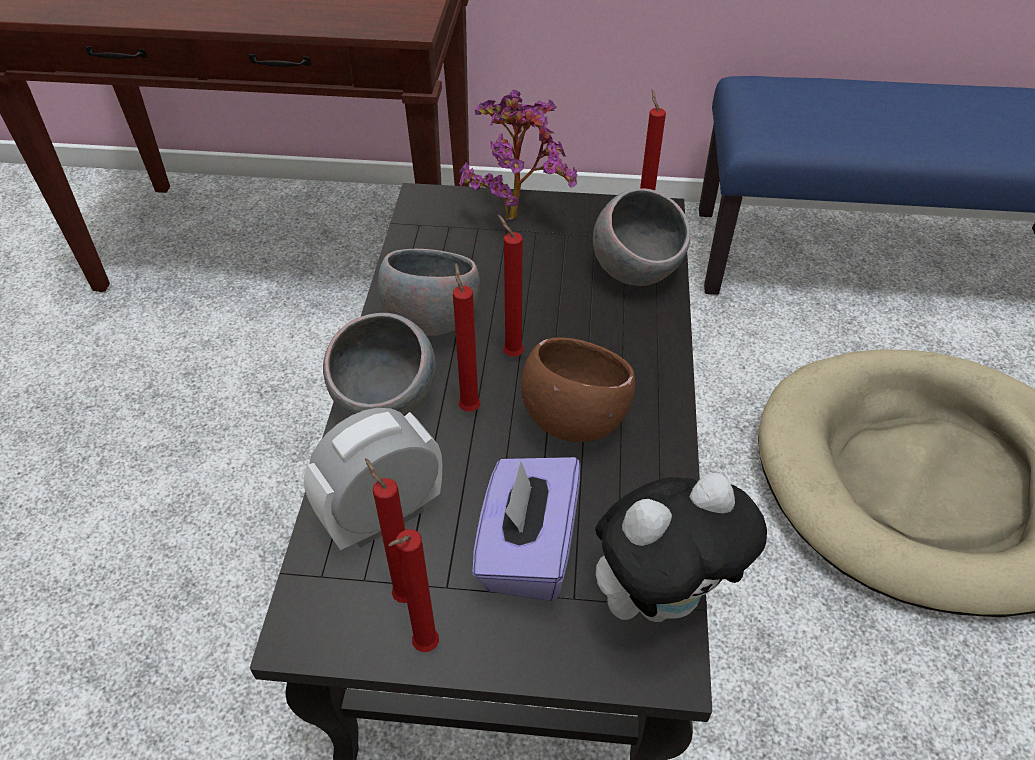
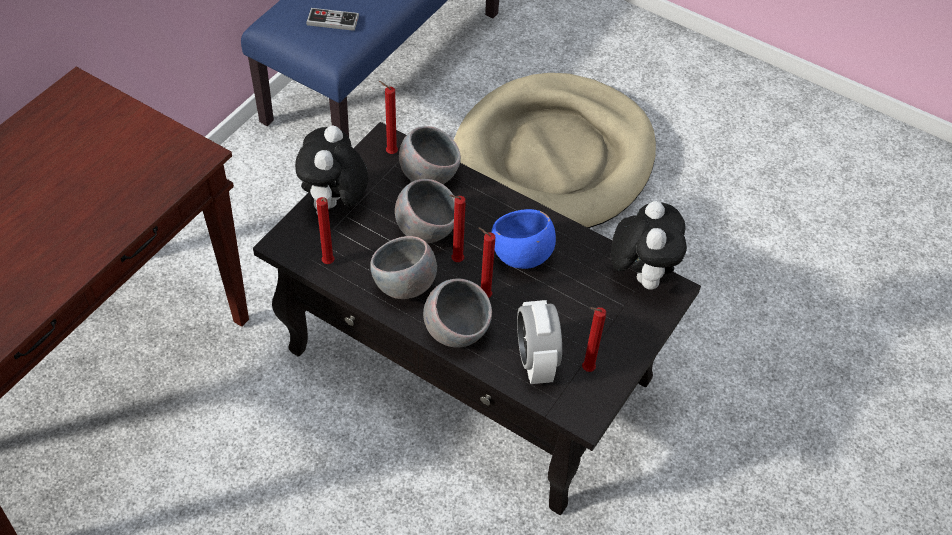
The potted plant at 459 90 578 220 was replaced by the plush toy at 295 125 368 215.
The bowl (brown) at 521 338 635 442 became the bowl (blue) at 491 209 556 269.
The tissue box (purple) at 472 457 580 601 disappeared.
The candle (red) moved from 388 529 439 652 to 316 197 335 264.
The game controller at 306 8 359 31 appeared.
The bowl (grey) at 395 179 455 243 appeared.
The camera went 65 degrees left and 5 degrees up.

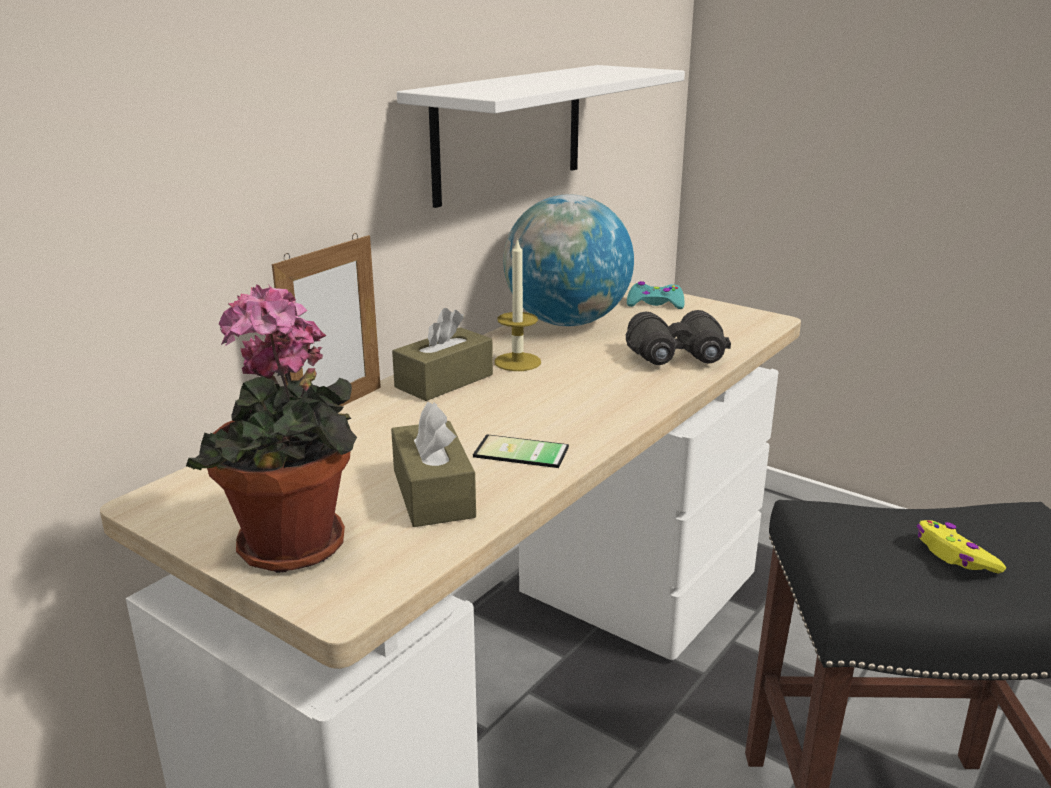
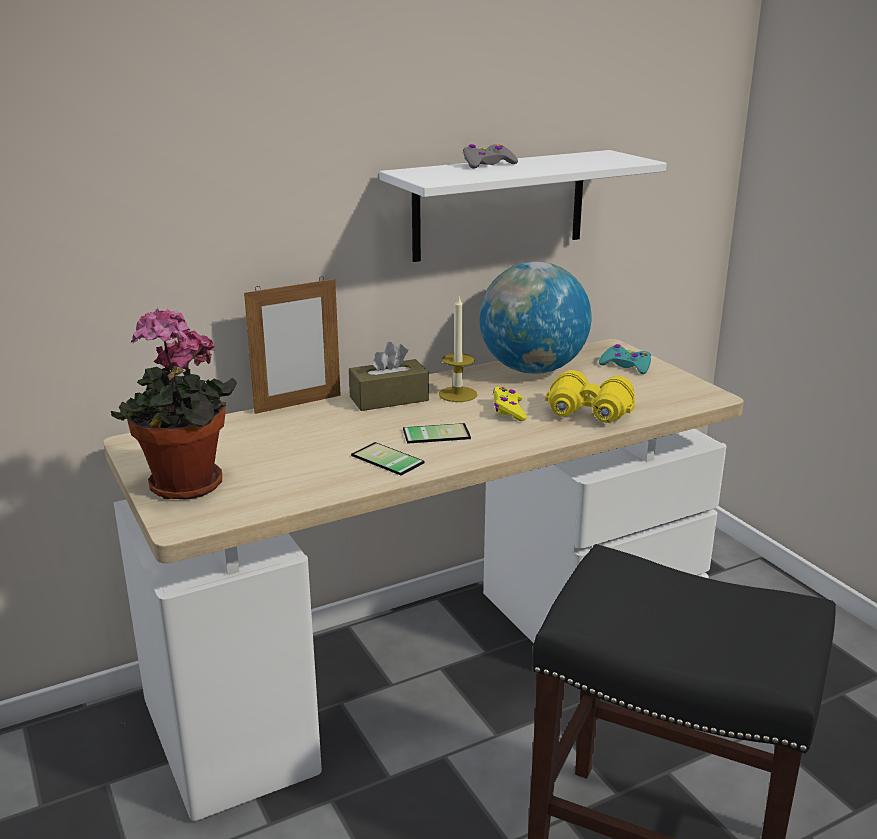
The binoculars (black) at 626 310 731 365 became the binoculars (yellow) at 545 370 635 423.
The tissue box (brown) at 391 402 476 527 disappeared.
The game controller (yellow) moved from 917 520 1006 574 to 493 387 527 421.
The game controller (grey) at 463 144 518 169 appeared.
The phone at 403 423 471 444 appeared.
The camera went 25 degrees right and 0 degrees up.

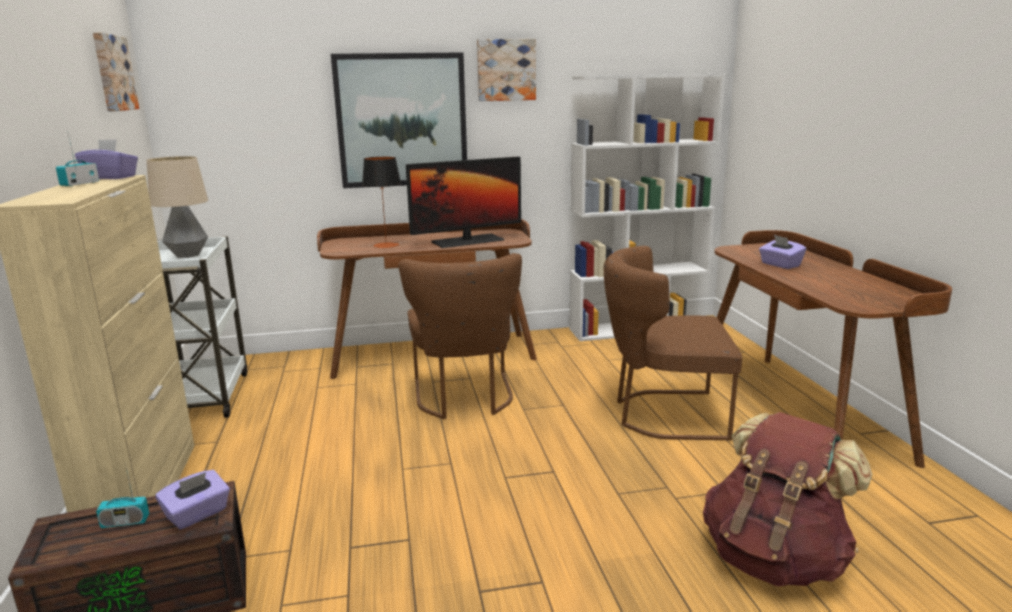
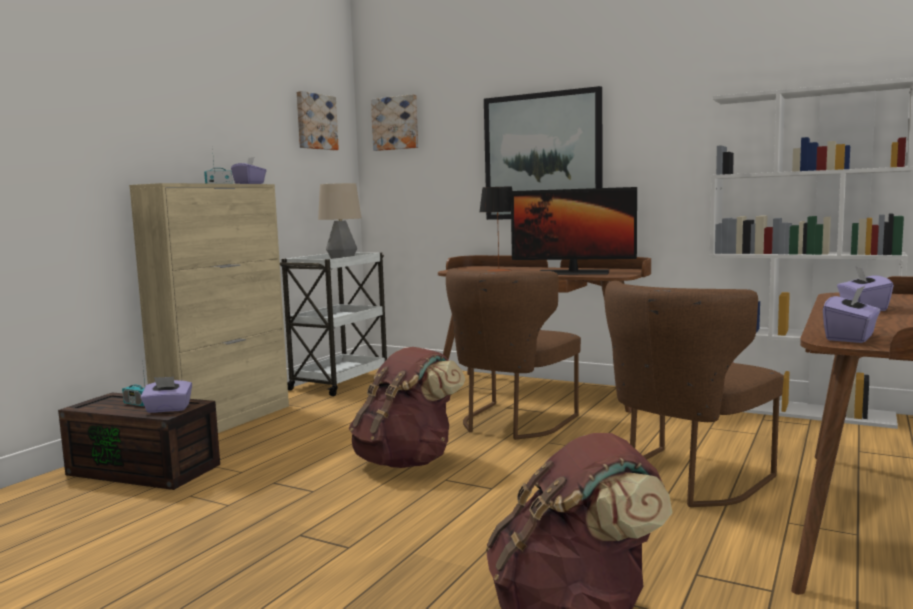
The picture moved from 477 39 536 101 to 371 94 418 151.
The chair (brown) at 604 246 742 440 turned 90 degrees counterclockwise.
The tissue box (purple) at 823 286 880 343 appeared.
The backpack (brown) at 349 347 465 468 appeared.
The camera went 40 degrees right and 10 degrees down.

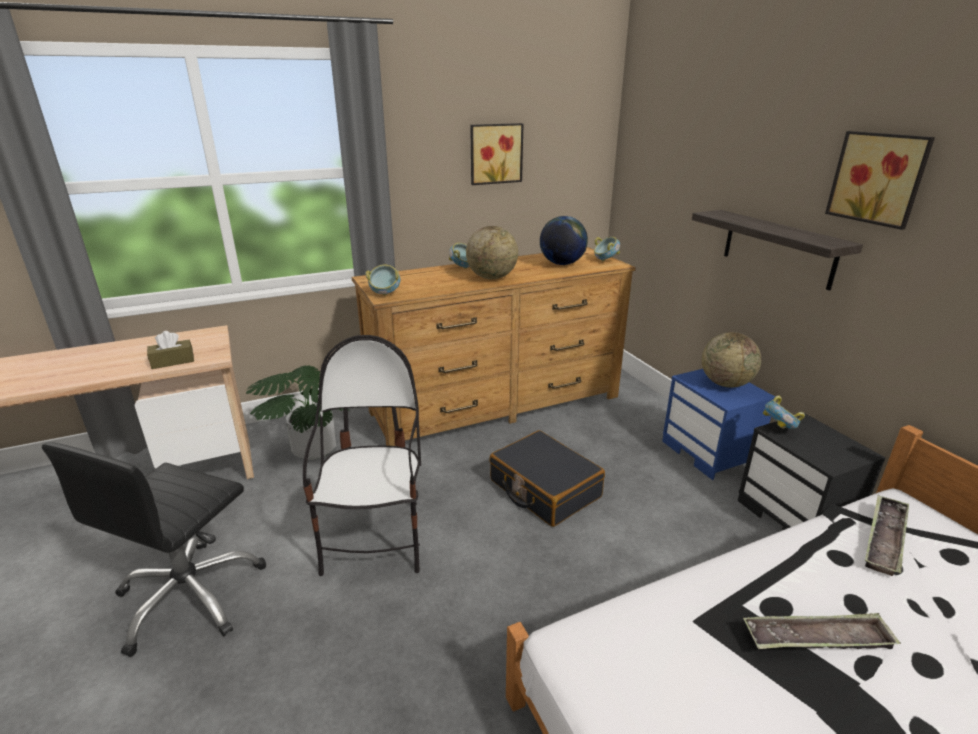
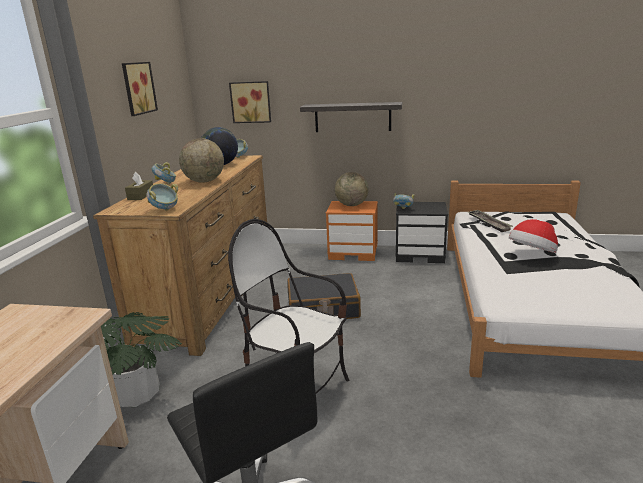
The picture moved from 825 131 935 230 to 229 81 271 123.
The tissue box (brown) moved from 147 331 194 369 to 125 172 153 200.
The nightstand (blue) at 662 369 775 480 became the nightstand (orange) at 326 201 378 261.
The tray at 743 613 901 649 was replaced by the hat at 509 219 558 253.
The camera went 55 degrees left and 5 degrees down.

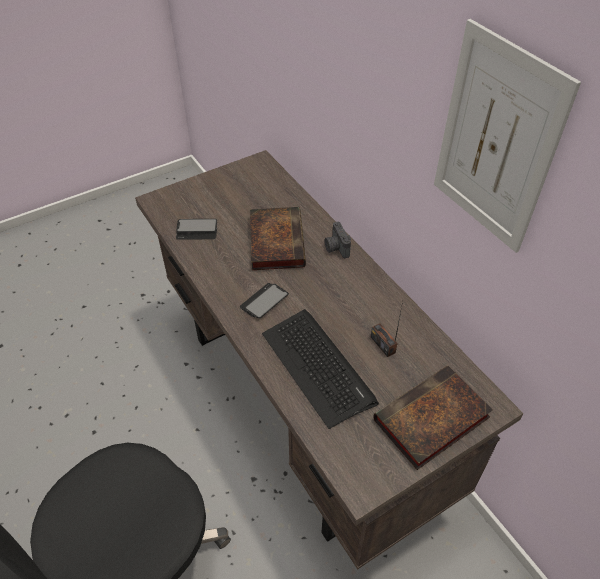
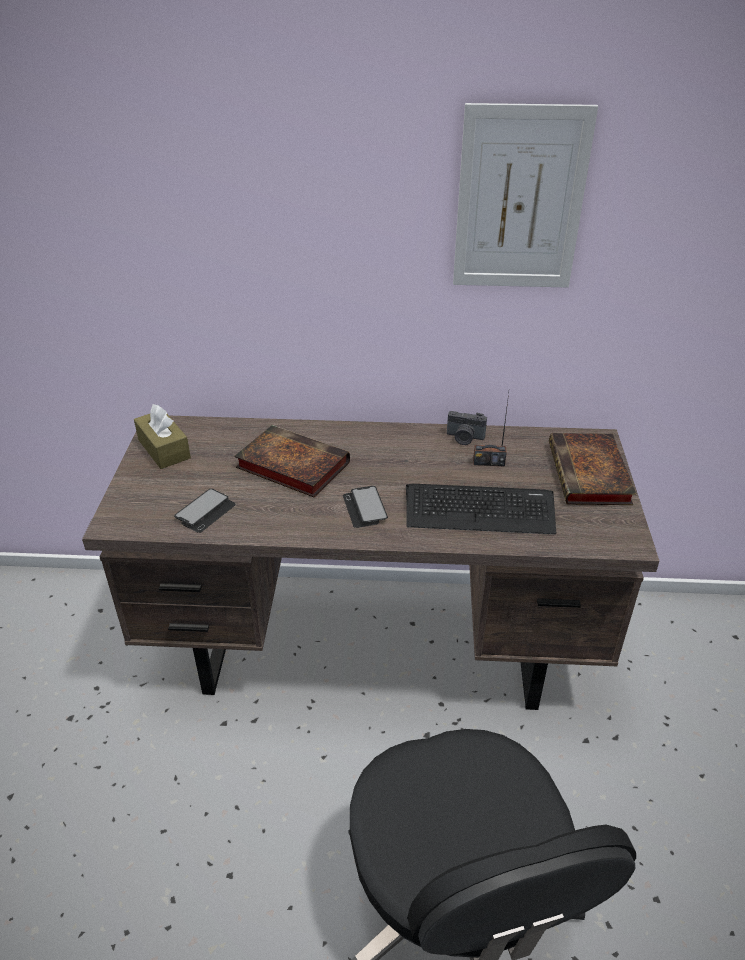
The photo camera moved from 325 222 351 258 to 447 411 487 445.
The tissue box (brown) at 134 404 191 469 appeared.
The camera went 55 degrees left and 10 degrees down.

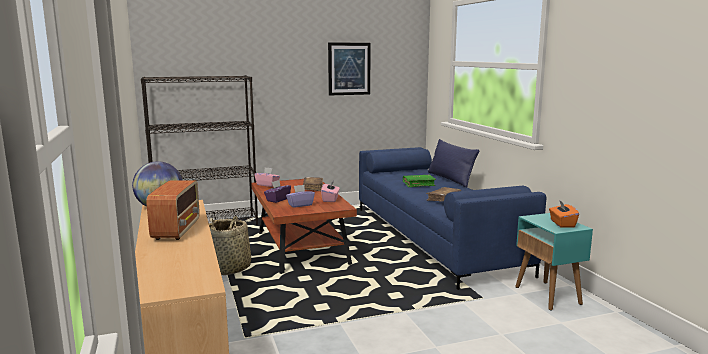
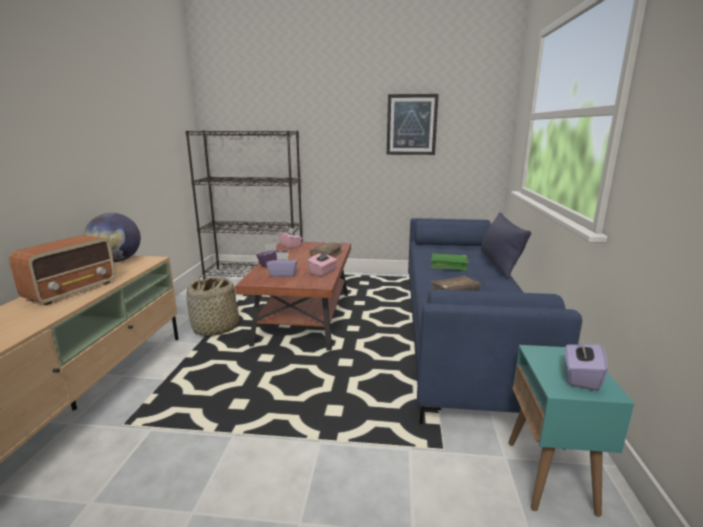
The tissue box (orange) at 549 201 579 227 became the tissue box (purple) at 565 337 608 391.
The camera went 25 degrees right and 5 degrees up.

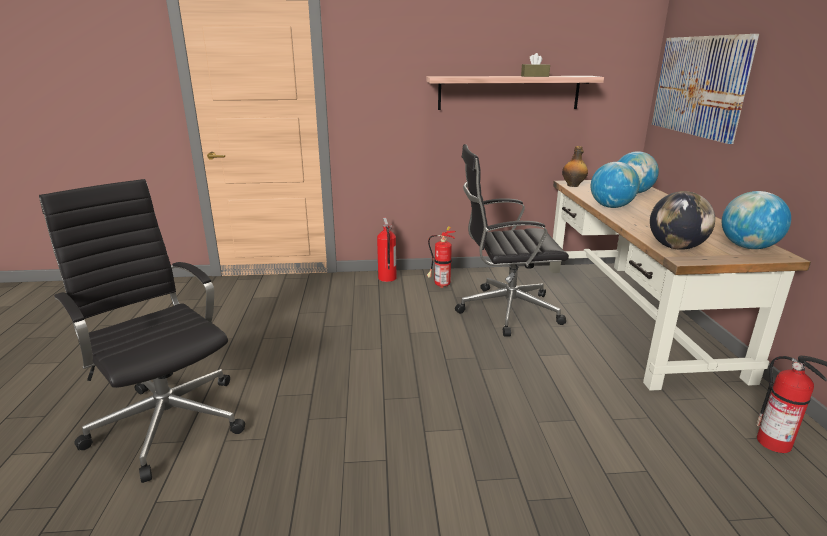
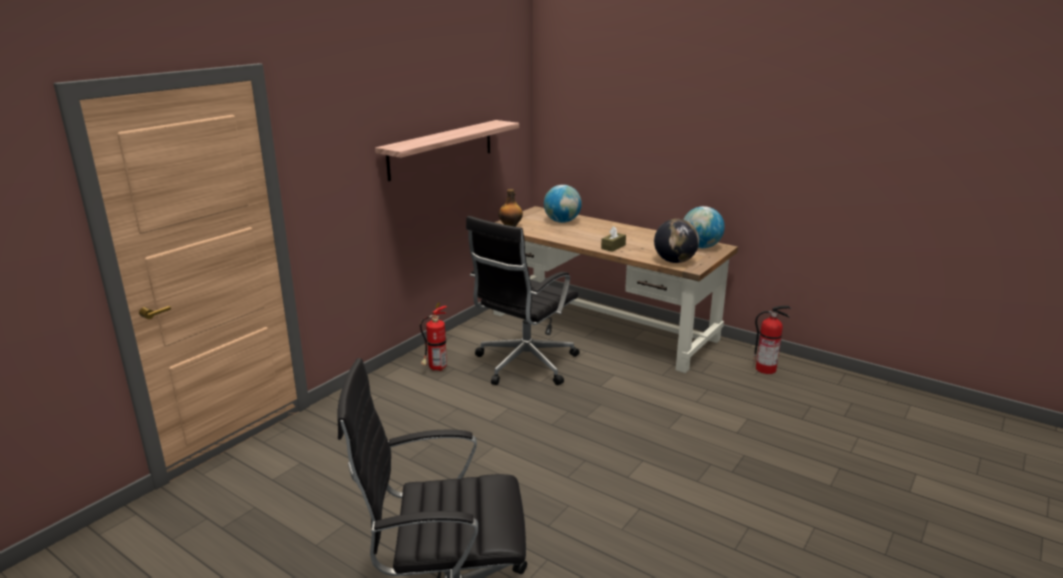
The picture at 652 34 759 144 disappeared.
The tissue box (brown) moved from 521 53 550 77 to 601 226 626 252.
The globe at 591 162 640 208 disappeared.
The fire extinguisher at 377 217 397 282 disappeared.
The camera went 50 degrees left and 0 degrees up.

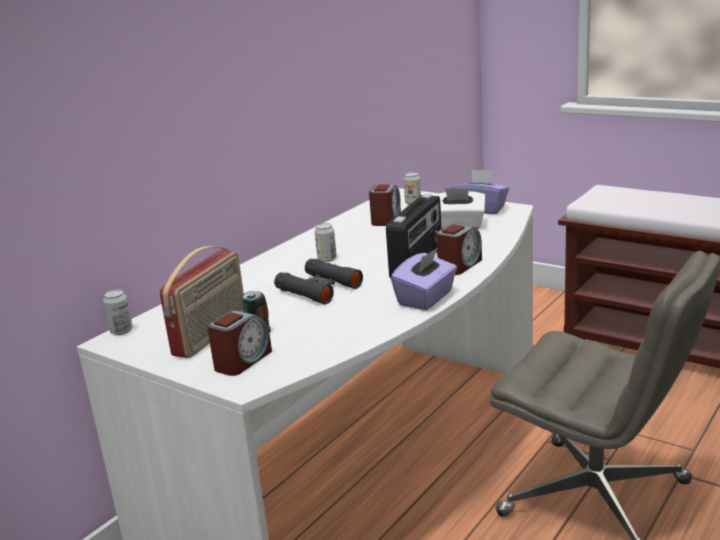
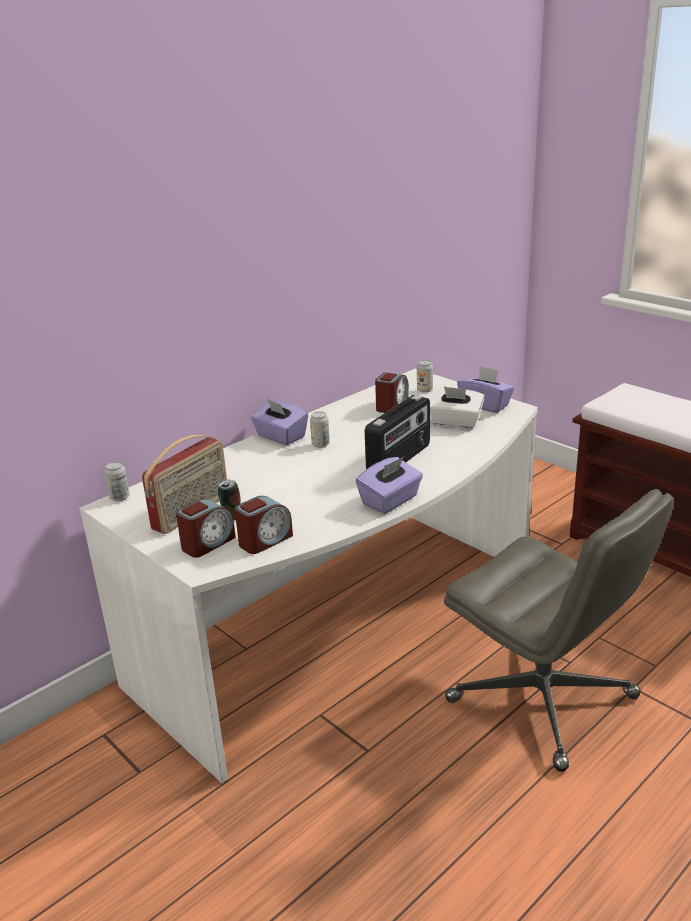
The alarm clock moved from 436 224 482 275 to 235 496 293 554.
The binoculars (black) at 274 259 363 304 disappeared.
The tissue box (purple) at 251 398 308 445 appeared.
The camera went 10 degrees right and 5 degrees up.

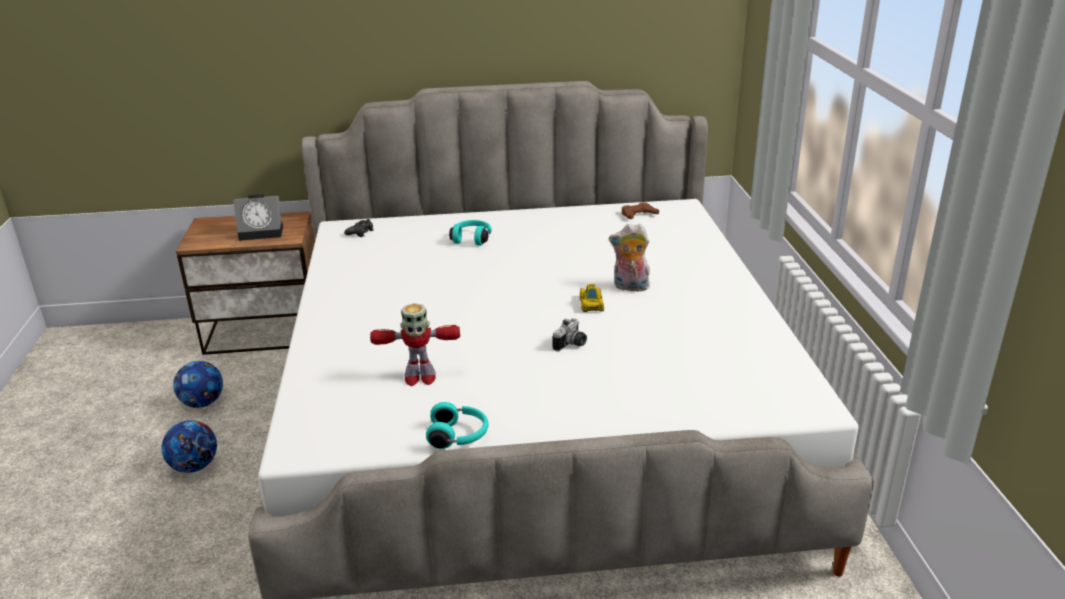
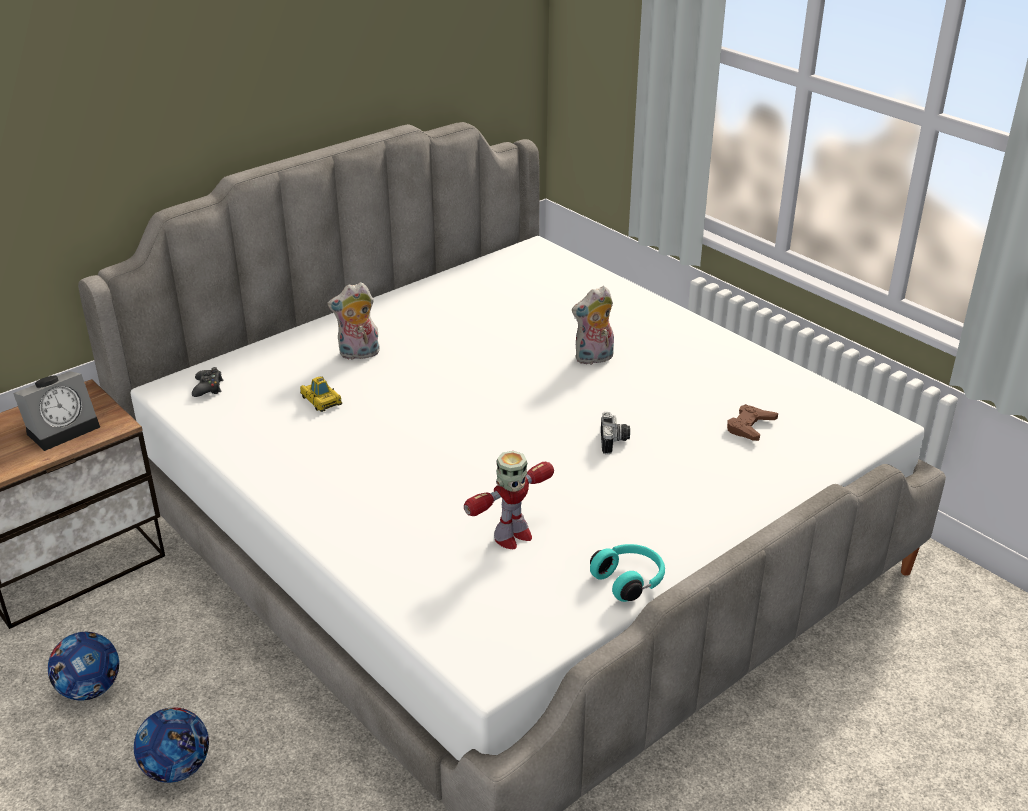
The game controller (brown) moved from 622 202 659 219 to 727 404 778 441.
The headphones (turquoise) at 449 220 492 246 was replaced by the plush toy at 327 282 380 360.
The toy car moved from 580 284 604 312 to 300 376 342 412.
The camera went 35 degrees left and 5 degrees up.

